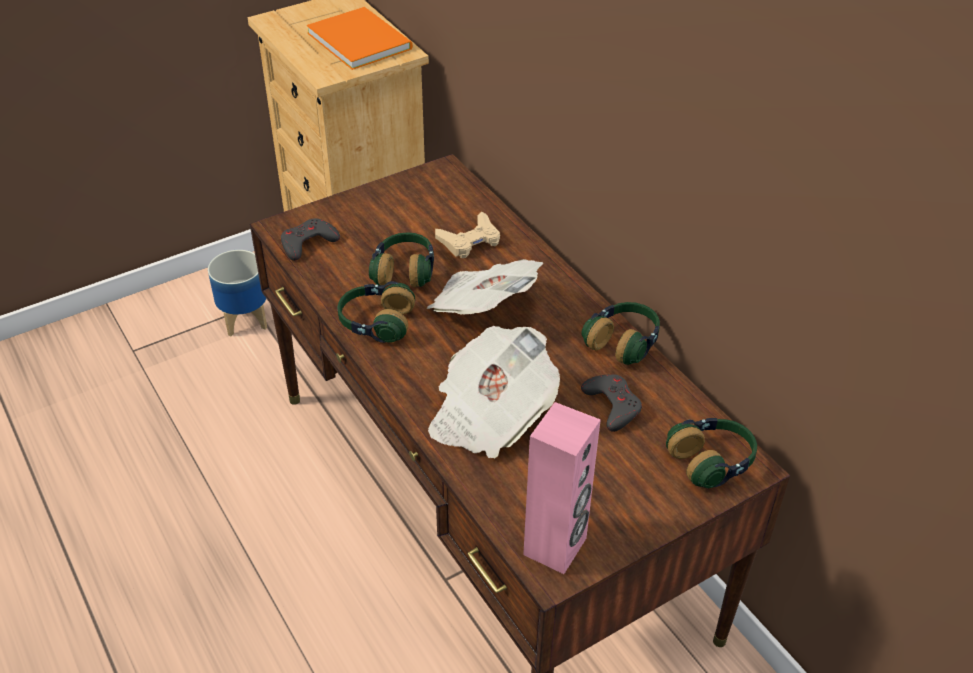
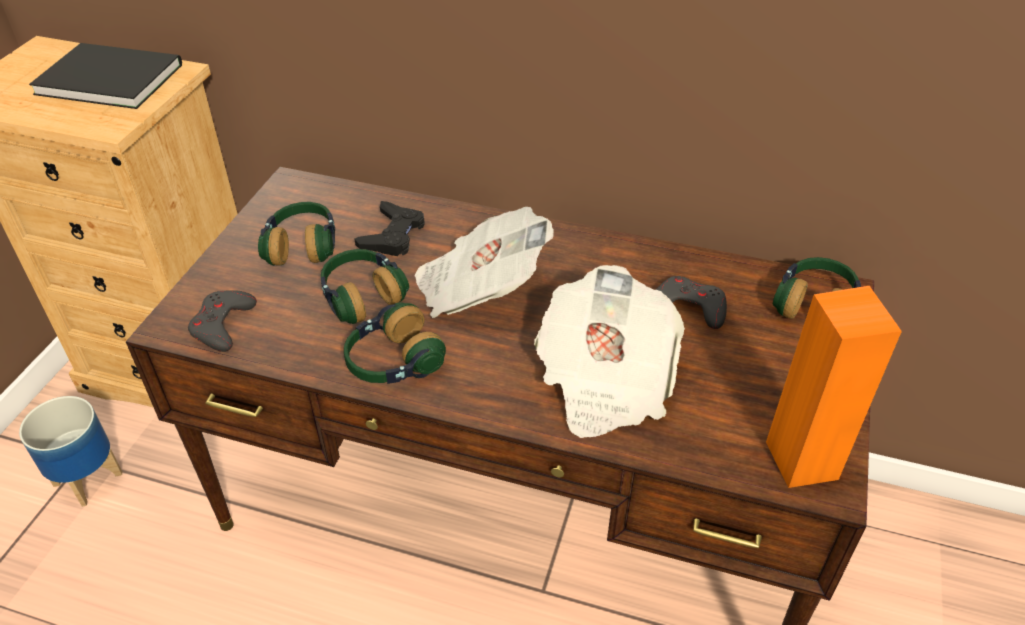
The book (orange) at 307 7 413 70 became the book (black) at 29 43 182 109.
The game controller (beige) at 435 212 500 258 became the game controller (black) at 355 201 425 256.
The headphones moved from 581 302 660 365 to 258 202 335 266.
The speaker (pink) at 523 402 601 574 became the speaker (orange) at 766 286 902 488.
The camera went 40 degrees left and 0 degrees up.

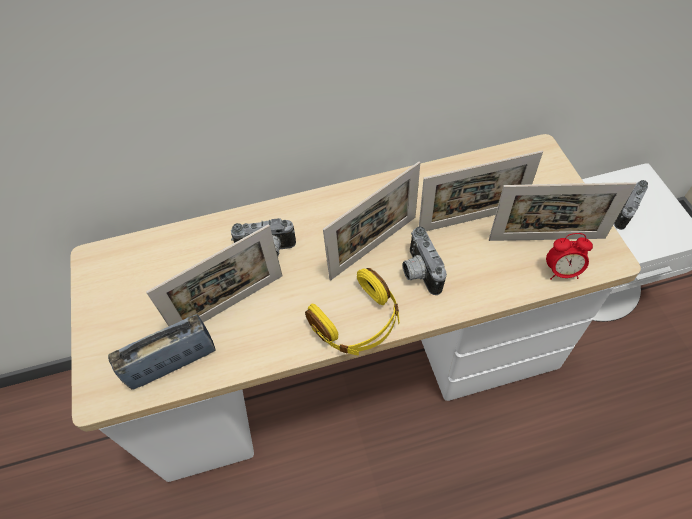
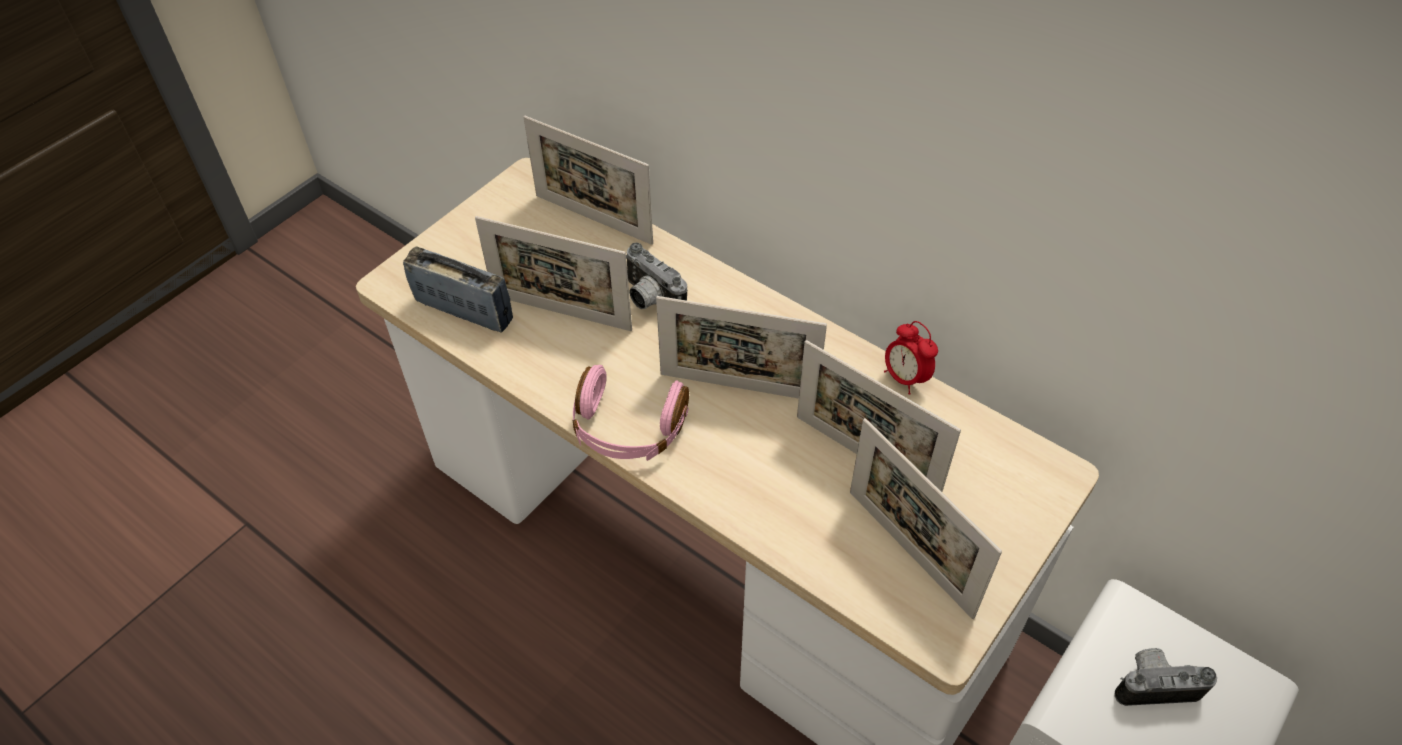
The photo camera at 403 226 447 295 disappeared.
The alarm clock moved from 546 233 593 280 to 884 321 938 395.
The headphones (yellow) at 305 268 400 355 became the headphones (pink) at 573 365 689 461.
The picture frame at 523 116 653 245 appeared.
The camera went 50 degrees right and 5 degrees down.

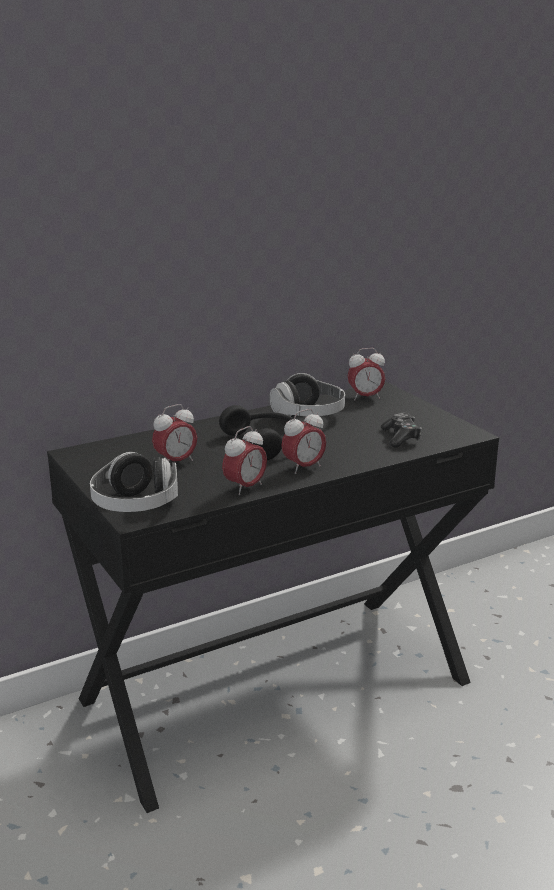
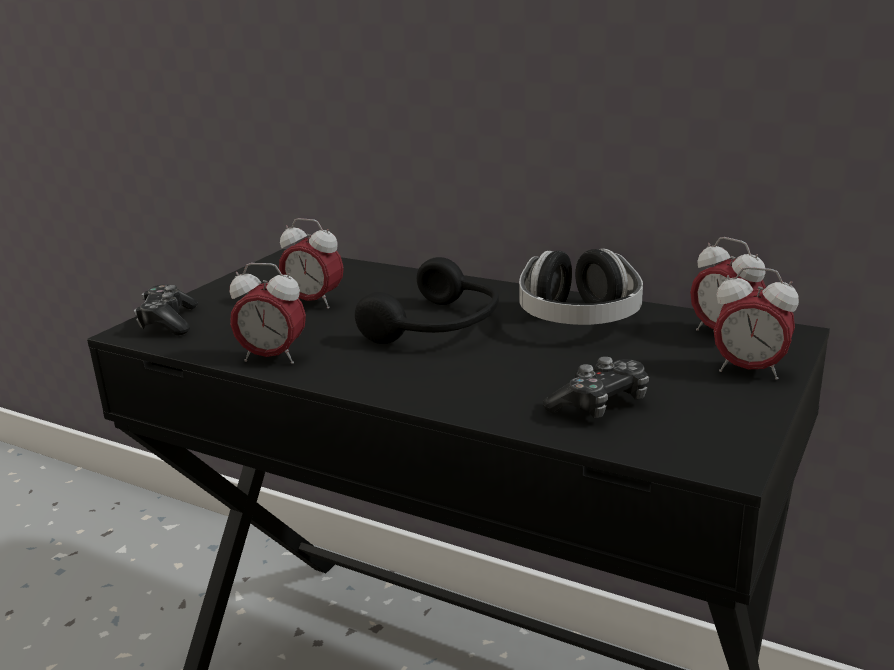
The alarm clock moved from 281 409 326 474 to 714 267 799 380.
The headphones at 90 452 178 512 was replaced by the game controller at 134 284 198 336.
The camera went 60 degrees right and 0 degrees up.

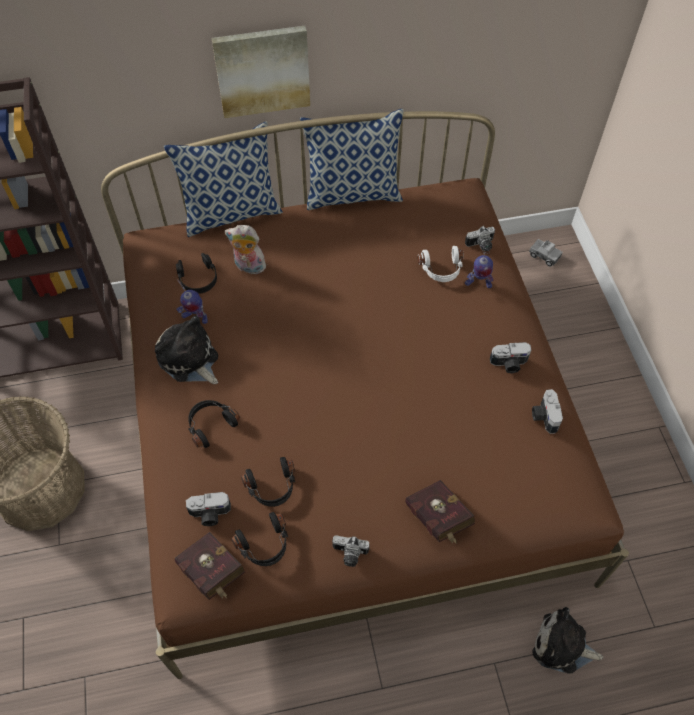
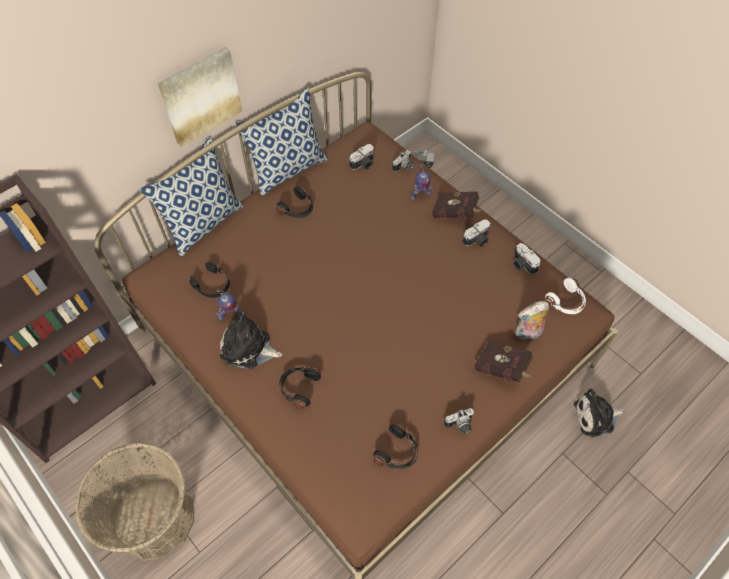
The plush toy moved from 225 225 266 274 to 515 301 549 340.
The headphones (white) moved from 418 246 464 282 to 545 278 586 314.
The headphones (black) moved from 241 457 295 507 to 276 186 313 218.
The photo camera moved from 186 492 231 526 to 349 144 374 170.
The book (red) moved from 175 532 245 600 to 432 191 481 218.
The camera went 30 degrees left and 0 degrees up.

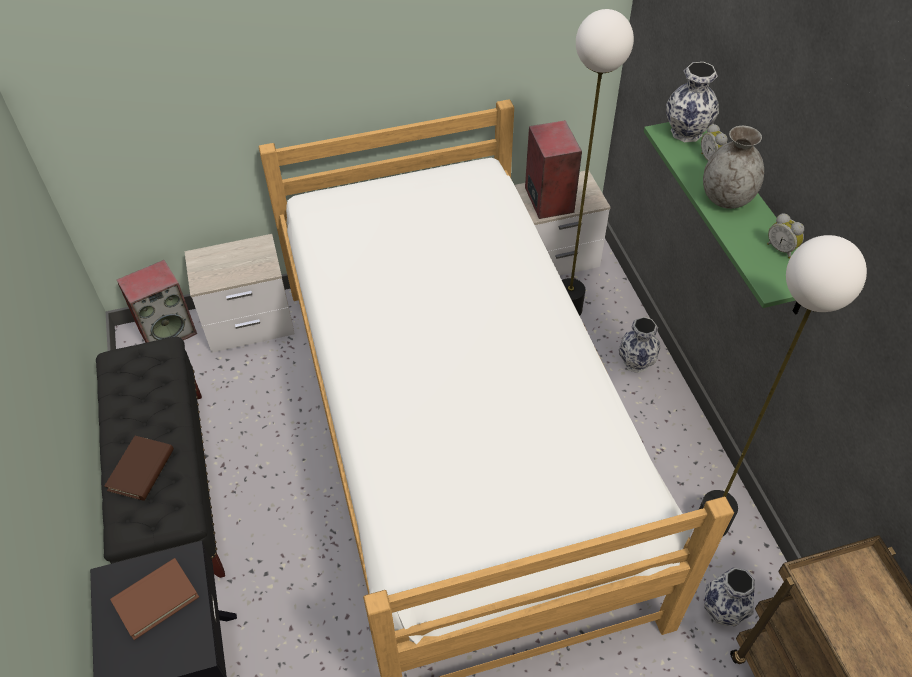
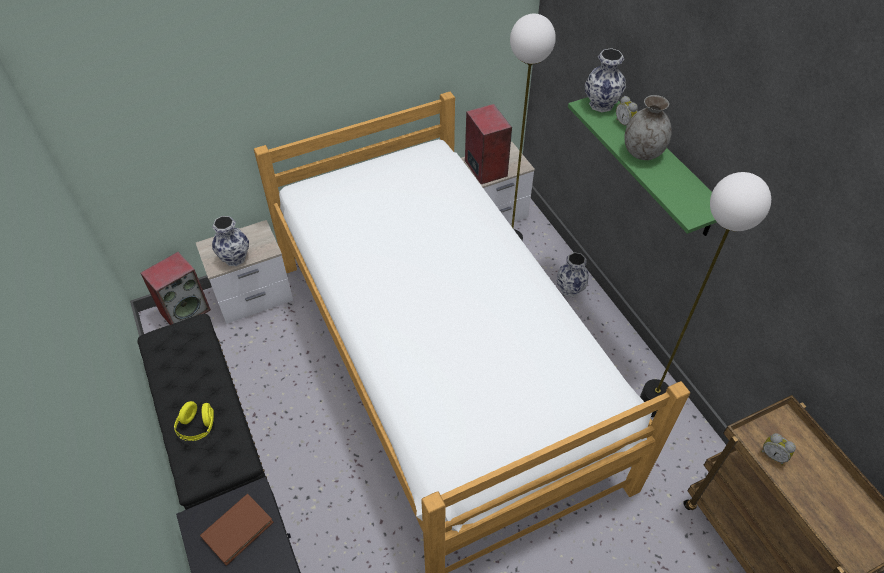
The alarm clock moved from 767 213 804 259 to 761 433 796 465.
The book (brown) at 104 436 174 501 was replaced by the headphones (yellow) at 174 401 214 441.
The vase moved from 704 567 755 627 to 212 216 249 266.
The camera went 10 degrees left and 0 degrees up.

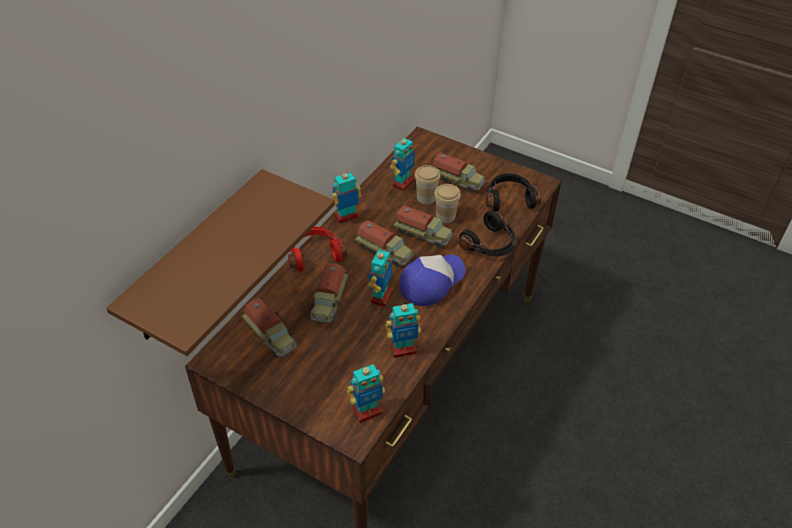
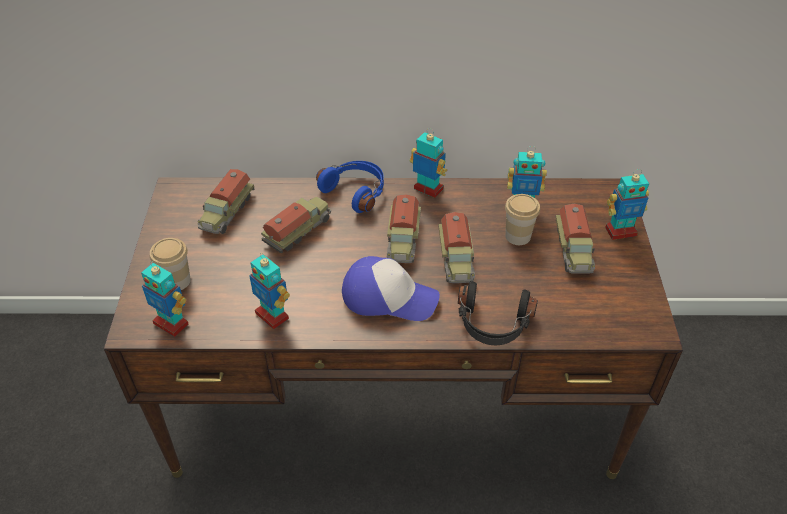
The shelf (brown) at 106 169 335 356 disappeared.
The headphones (black) at 486 173 541 211 disappeared.
The cup moved from 434 184 461 223 to 150 238 191 290.
The headphones (red) at 288 227 347 271 became the headphones (blue) at 316 161 384 213.
The toy robot moved from 368 249 393 307 to 605 169 649 240.
The toy truck at 310 263 348 324 turned 150 degrees clockwise.
The camera went 60 degrees right and 0 degrees up.

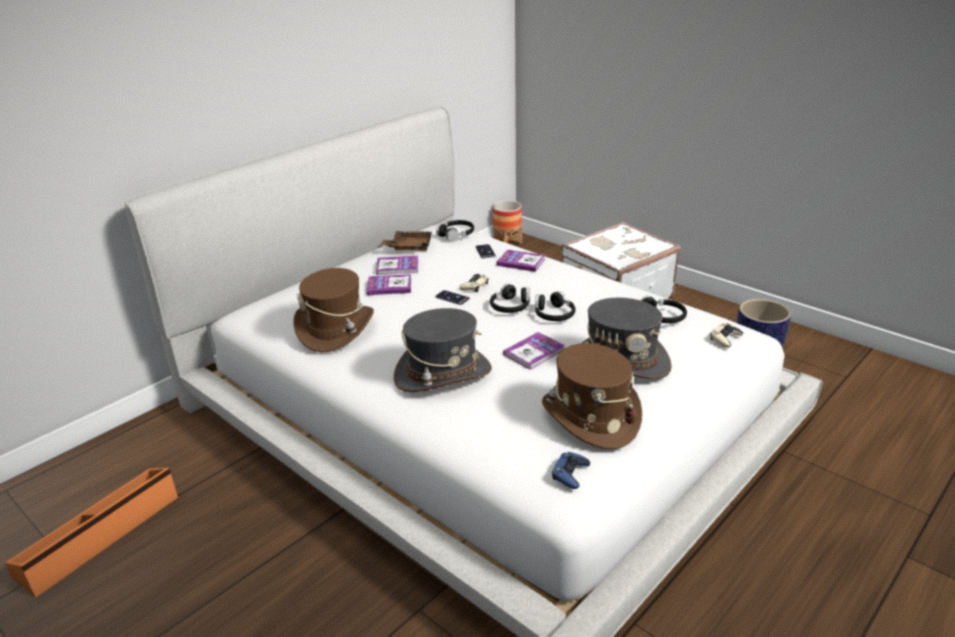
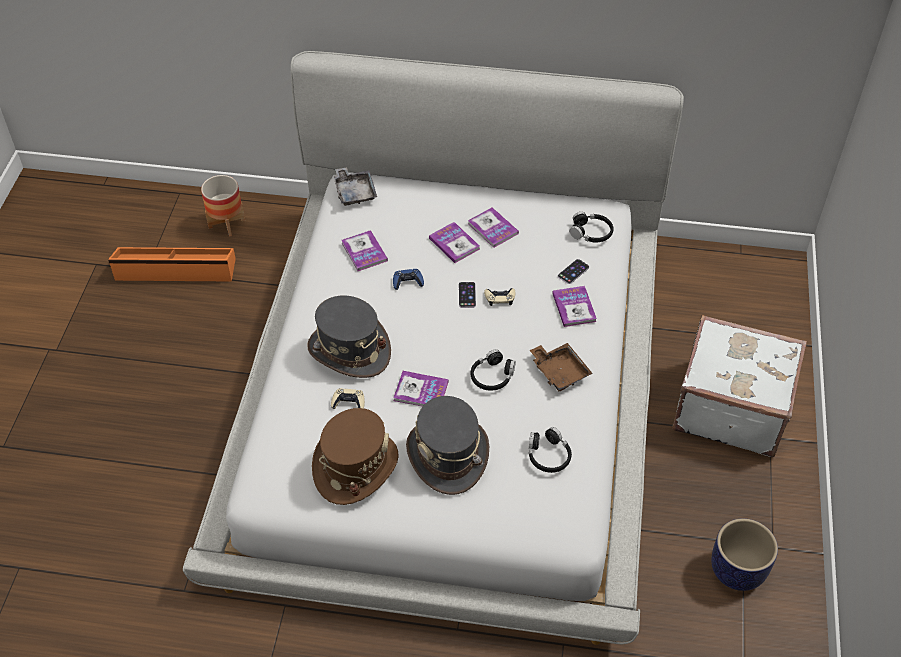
The planter moved from 493 200 522 244 to 201 175 245 237.
The tray (brown) moved from 381 231 432 251 to 530 343 593 391.
The hat (brown) at 293 268 374 353 was replaced by the book at 341 230 388 271.
The headphones (black) at 490 283 530 313 disappeared.
The game controller (beige) moved from 710 323 743 348 to 331 388 365 409.
The game controller (blue) moved from 552 452 590 489 to 393 269 424 290.
The tray (grey) at 334 167 377 206 appeared.
The camera went 55 degrees right and 20 degrees up.

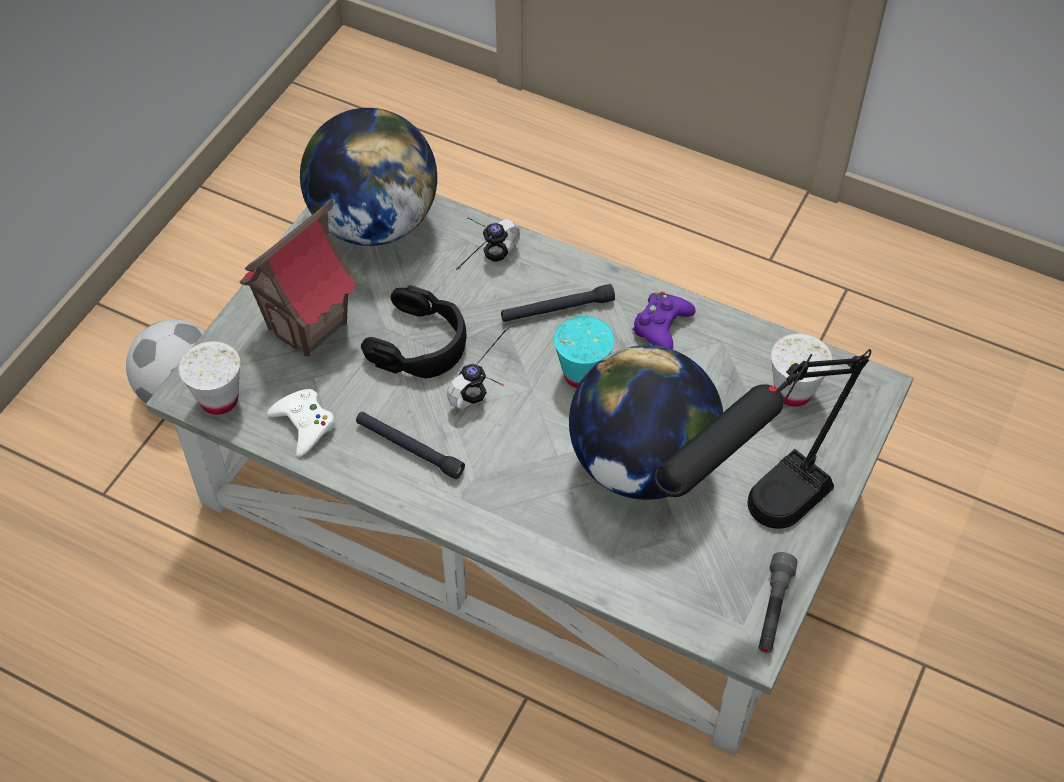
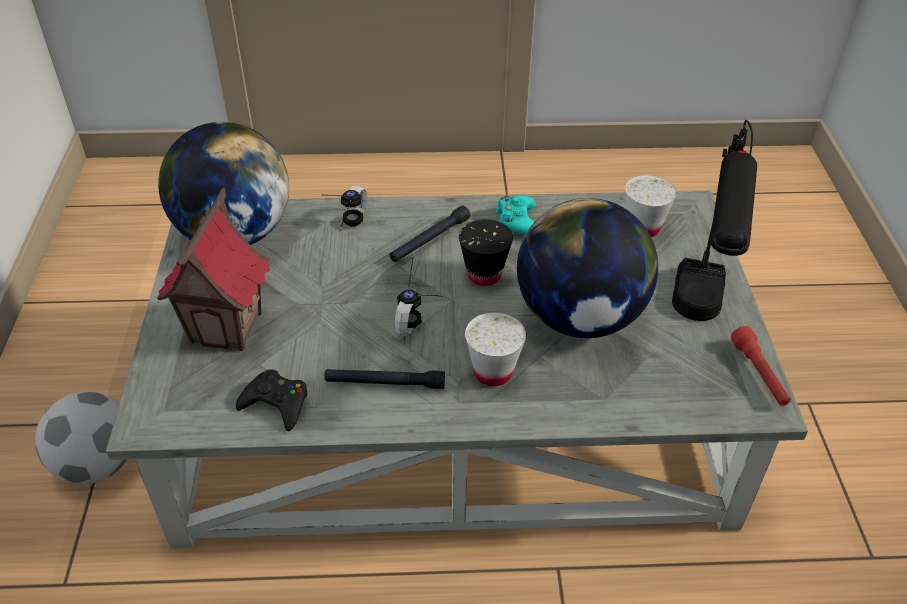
The headphones (black) at 361 285 466 378 disappeared.
The game controller (purple) at 632 292 695 350 became the game controller (turquoise) at 496 196 535 236.
The cup (turquoise) at 554 316 614 388 became the cup (black) at 459 219 513 286.
The cup (white) moved from 178 341 240 415 to 465 313 526 386.
The game controller (white) at 267 389 336 457 became the game controller (black) at 236 369 307 431.
The flashlight (grey) at 759 552 797 653 became the flashlight (red) at 731 326 791 406.
The camera went 30 degrees left and 10 degrees down.

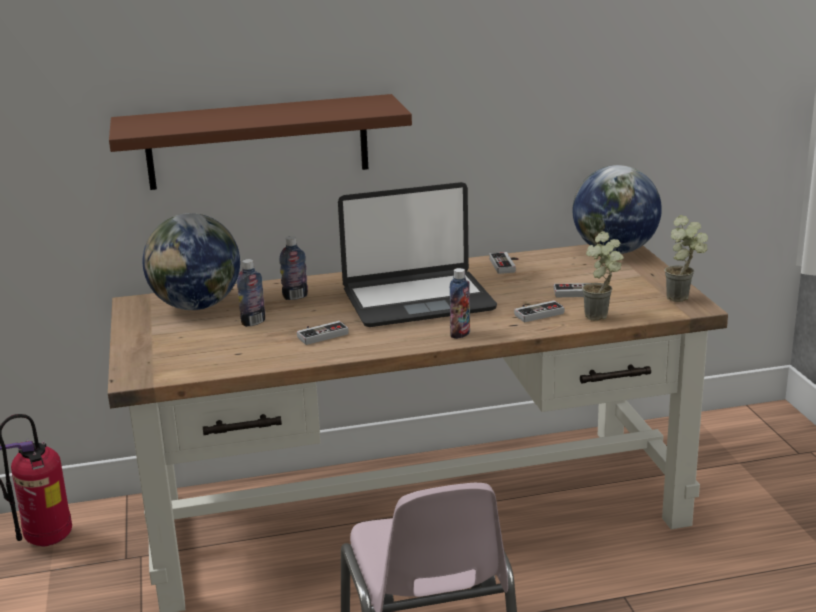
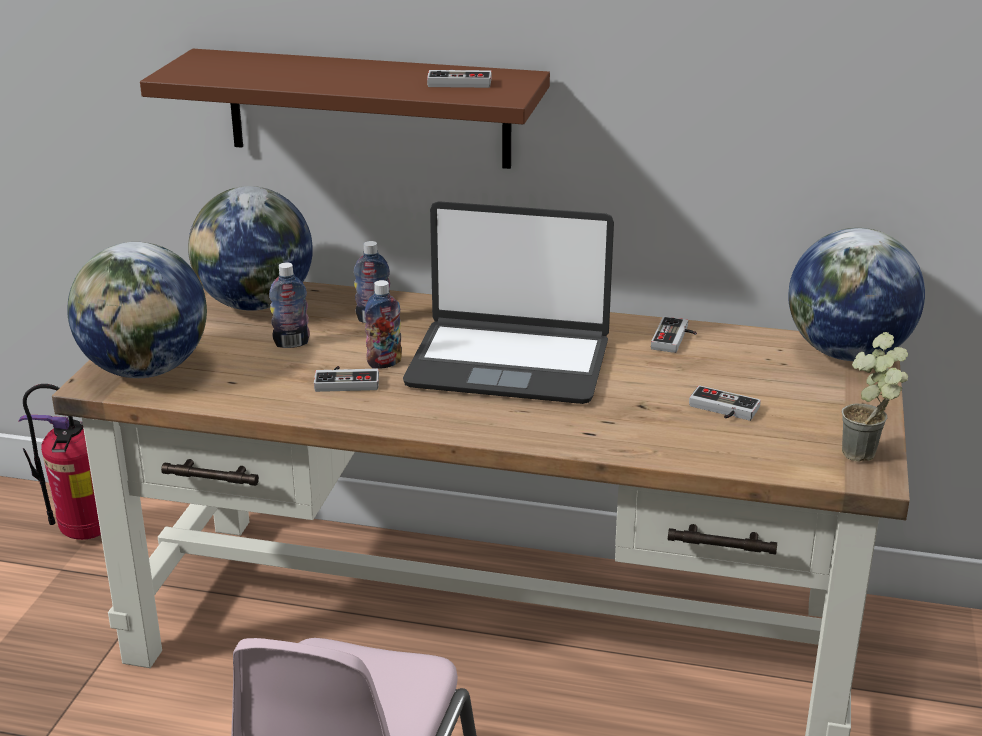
The potted plant at 582 231 624 321 disappeared.
The bottle moved from 450 268 470 339 to 365 280 402 369.
The game controller moved from 514 300 564 322 to 427 69 492 88.
The globe at 67 242 207 378 appeared.
The camera went 25 degrees right and 5 degrees up.

